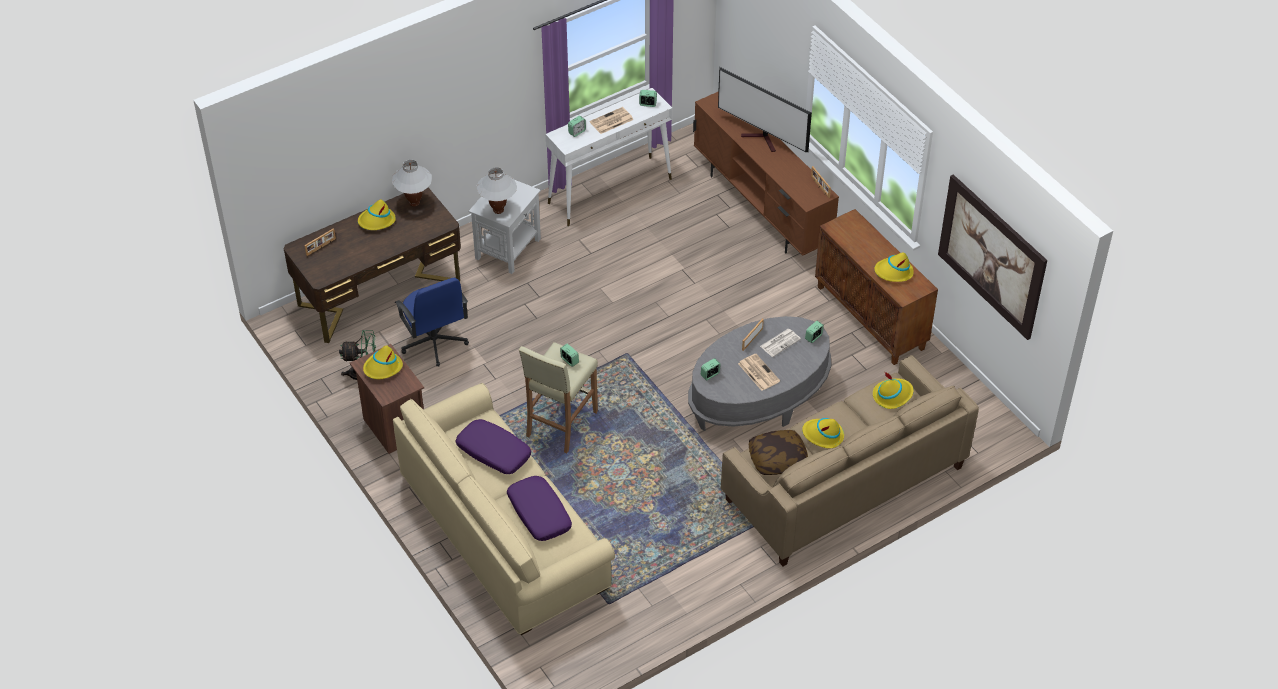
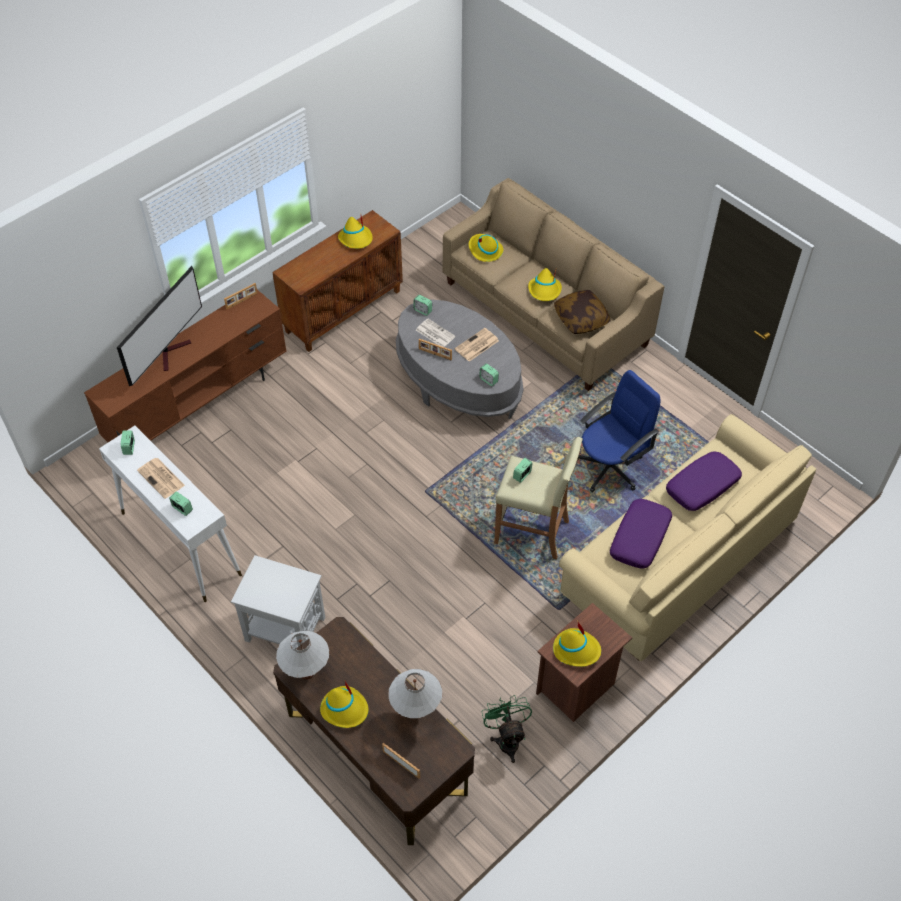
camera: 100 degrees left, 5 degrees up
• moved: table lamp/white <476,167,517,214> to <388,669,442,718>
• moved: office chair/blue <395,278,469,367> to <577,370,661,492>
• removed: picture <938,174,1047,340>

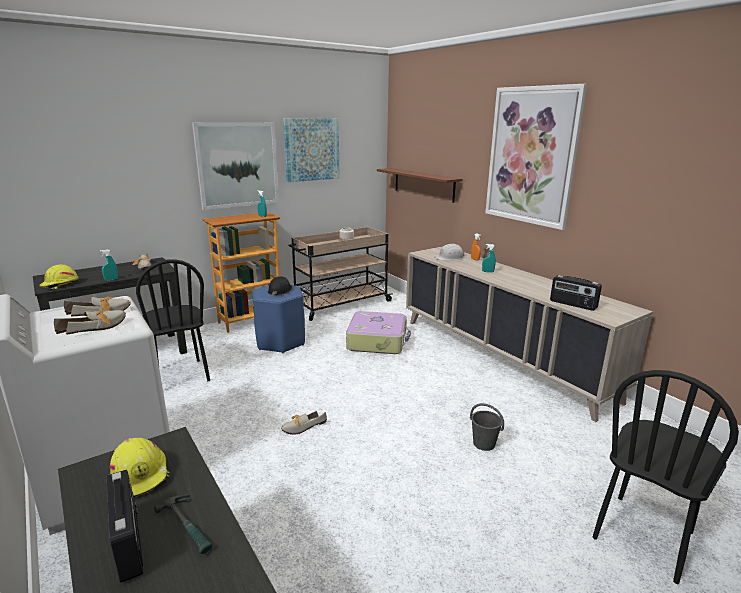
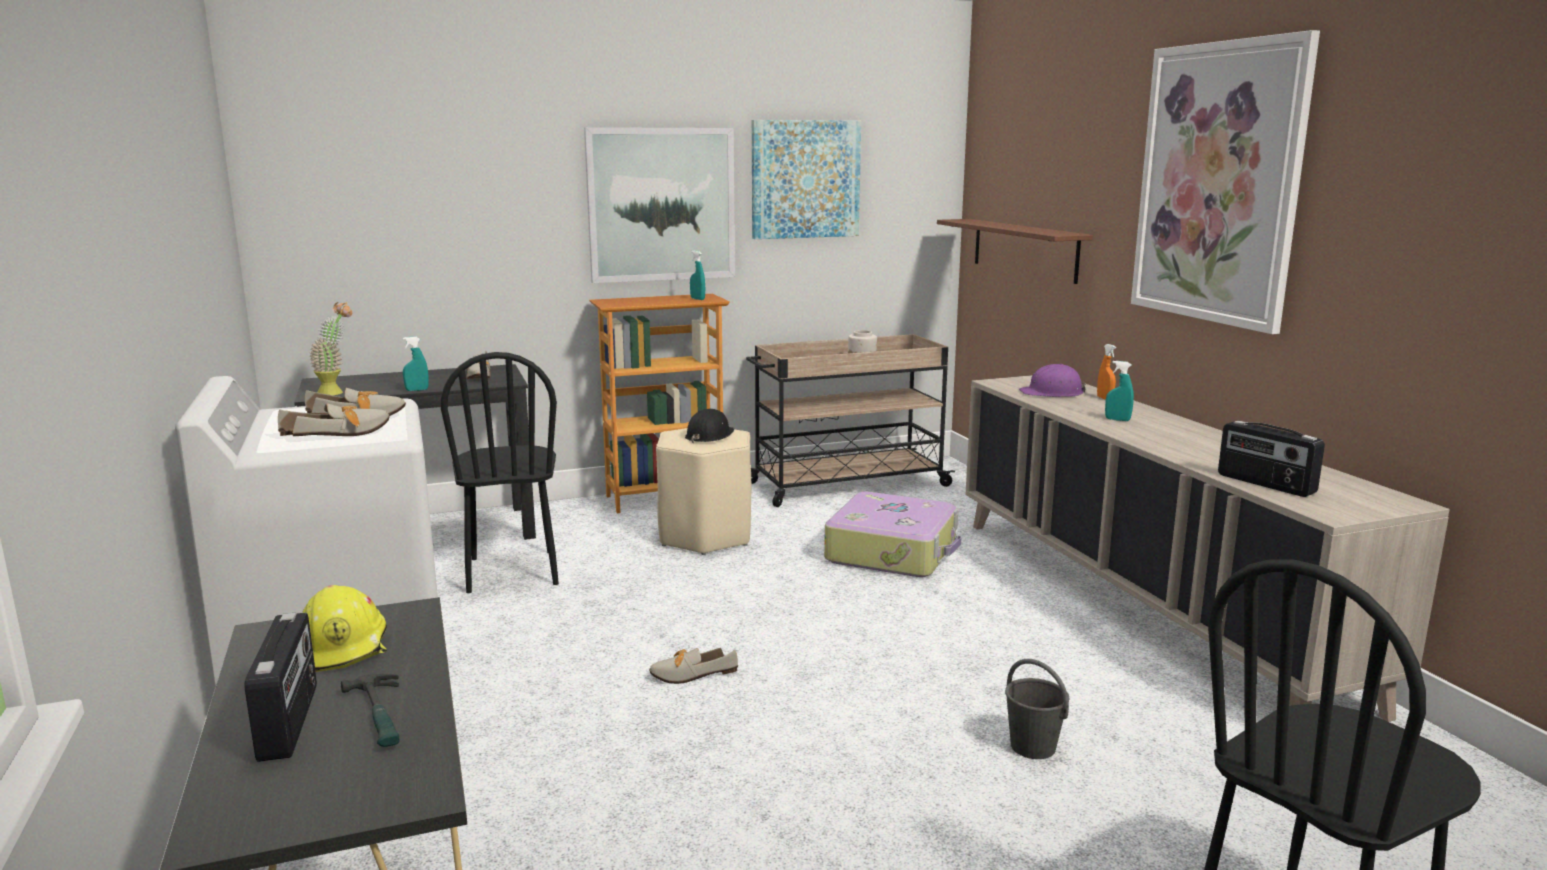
camera: 15 degrees right, 5 degrees down
• replaced: hard hat/yellow <39,264,79,289> to potted plant <310,302,352,395>
• recoloured: stool/blue <252,285,305,353> to stool/beige <656,428,751,555>
• recoloured: hard hat/white <434,243,464,260> to hard hat/purple <1019,364,1086,397>

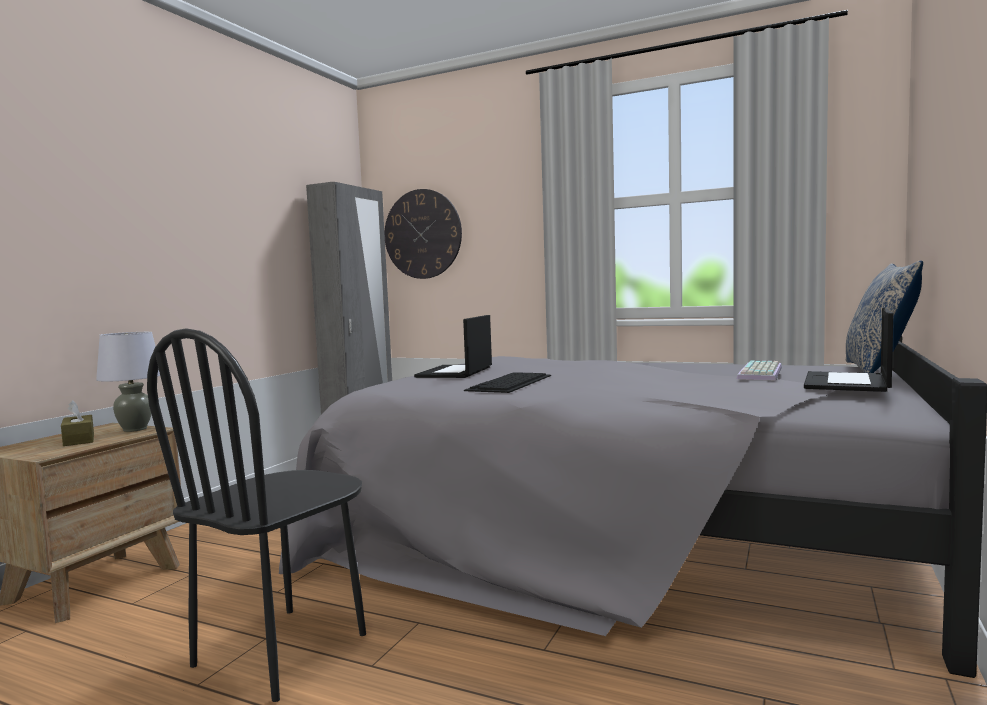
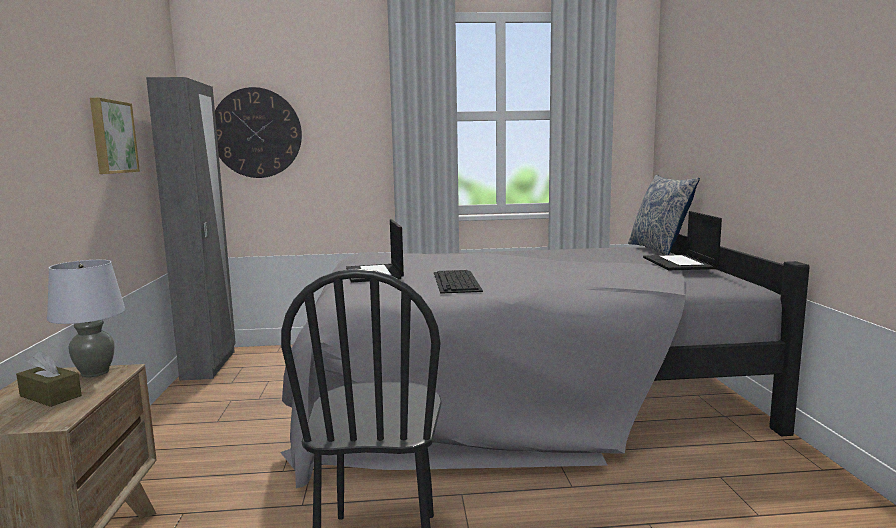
camera: 30 degrees left, 5 degrees up
• added: picture <90,98,140,174>
• removed: keyboard <737,361,782,381>

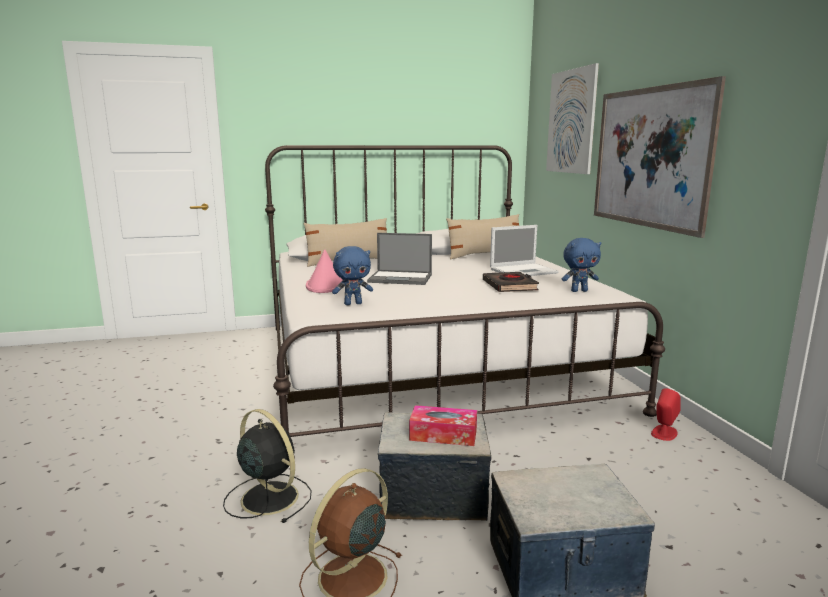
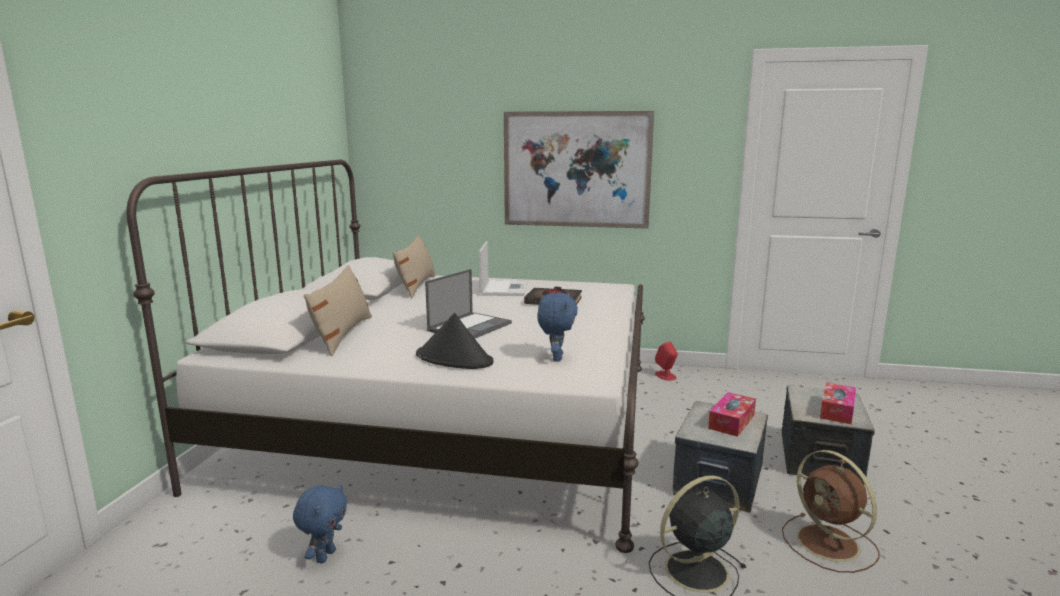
camera: 65 degrees left, 0 degrees up
• moved: plush toy/blue <562,238,601,292> to <293,484,347,563>
• recoloured: hat/pink <306,250,343,293> to hat/black <416,313,494,369>
• added: tissue box <820,382,856,424>
• removed: picture <546,63,599,174>

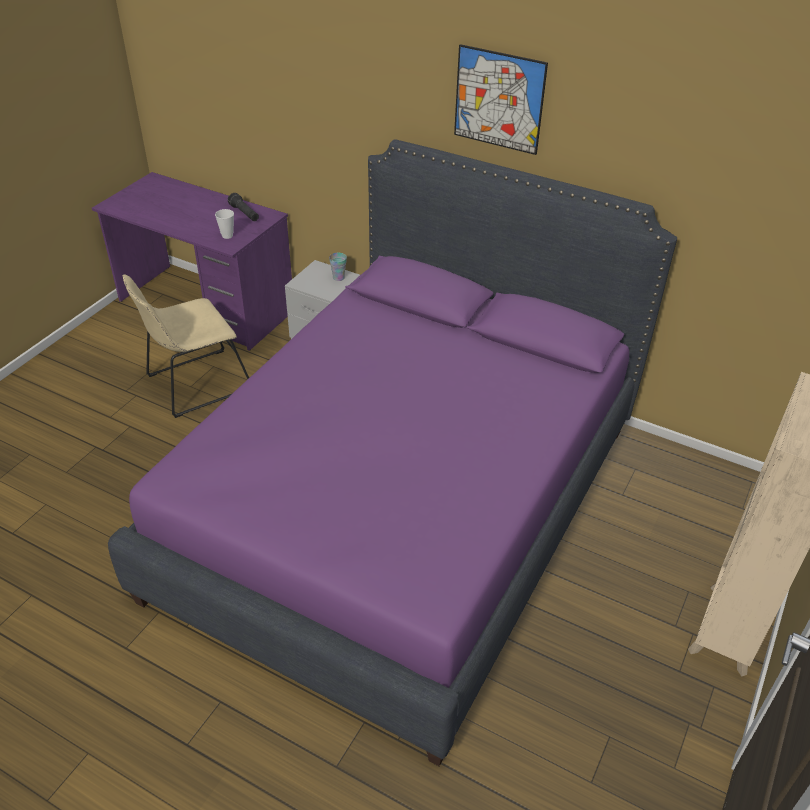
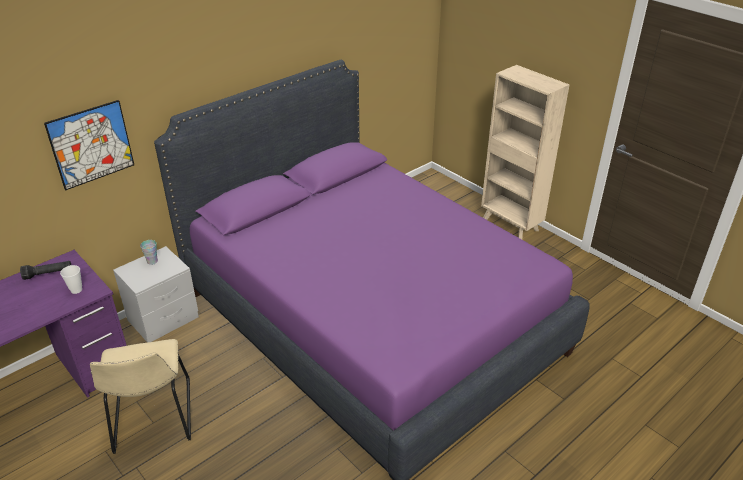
camera: 70 degrees left, 5 degrees down
• moved: picture <454,44,548,155> to <44,100,134,191>

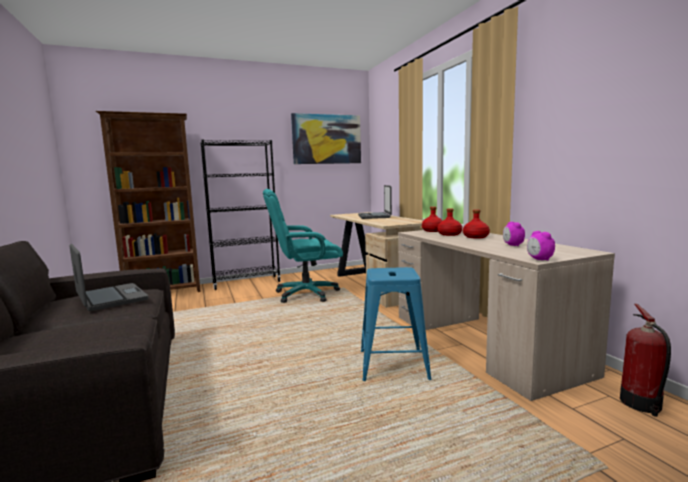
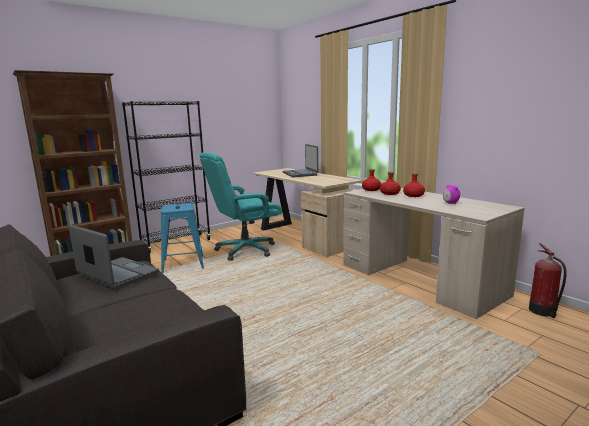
camera: 15 degrees left, 5 degrees up
• moved: stool/blue <361,267,431,381> to <161,203,204,273>
• removed: picture <291,113,361,164>
• removed: alarm clock <527,231,555,261>

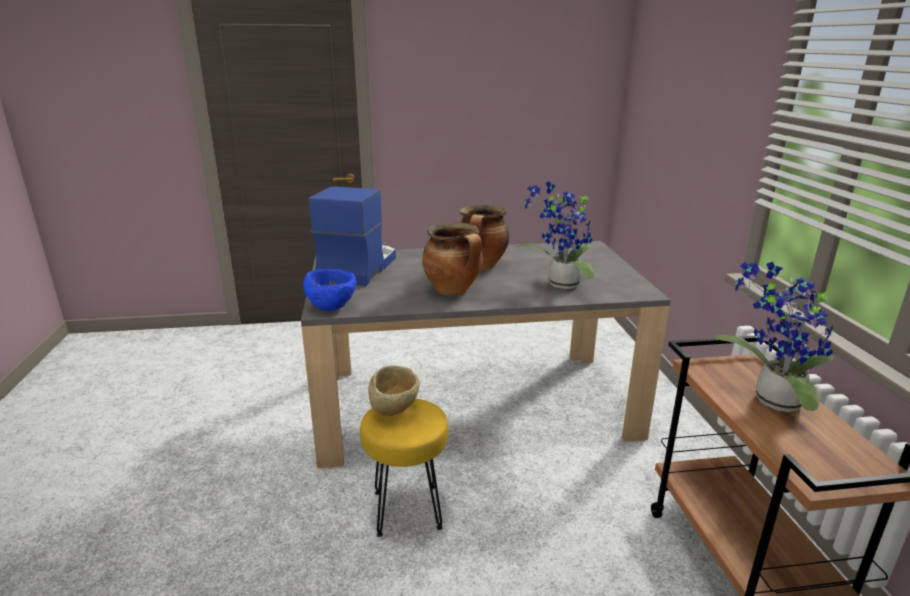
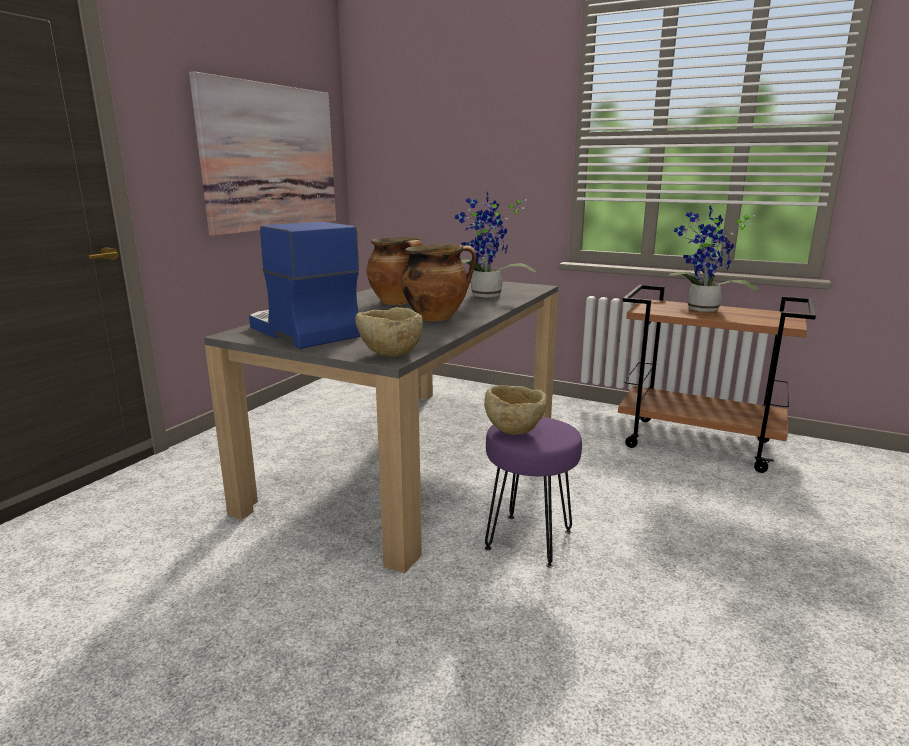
camera: 55 degrees left, 5 degrees down
• added: picture <189,71,336,236>
• recoloured: bowl/blue <303,269,356,311> to bowl/beige <355,307,423,357>
• recoloured: stool/yellow <360,399,449,537> to stool/purple <485,417,582,568>

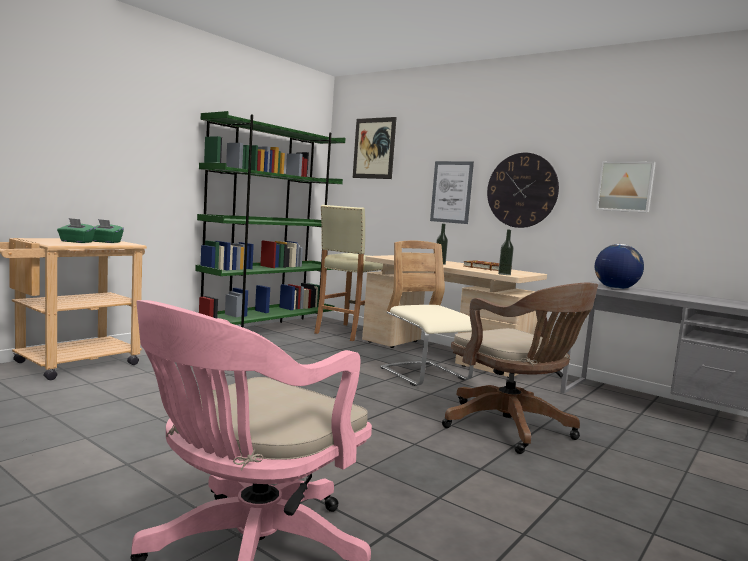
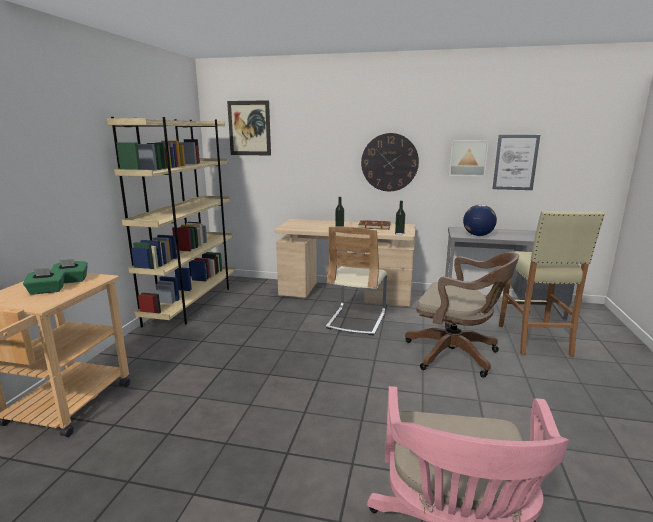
camera: 25 degrees left, 10 degrees up
• recoloured: bookcase/green <195,111,345,328> to bookcase/beige <107,117,235,328>
• turned: chair/beige <380,240,474,386> = <326,227,387,335> 105 degrees counterclockwise
• moved: picture <430,161,474,224> to <493,135,540,190>
• moved: stool/beige <314,205,383,341> to <499,211,605,357>

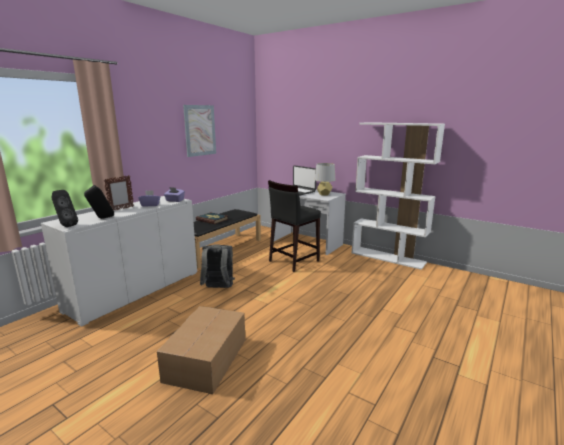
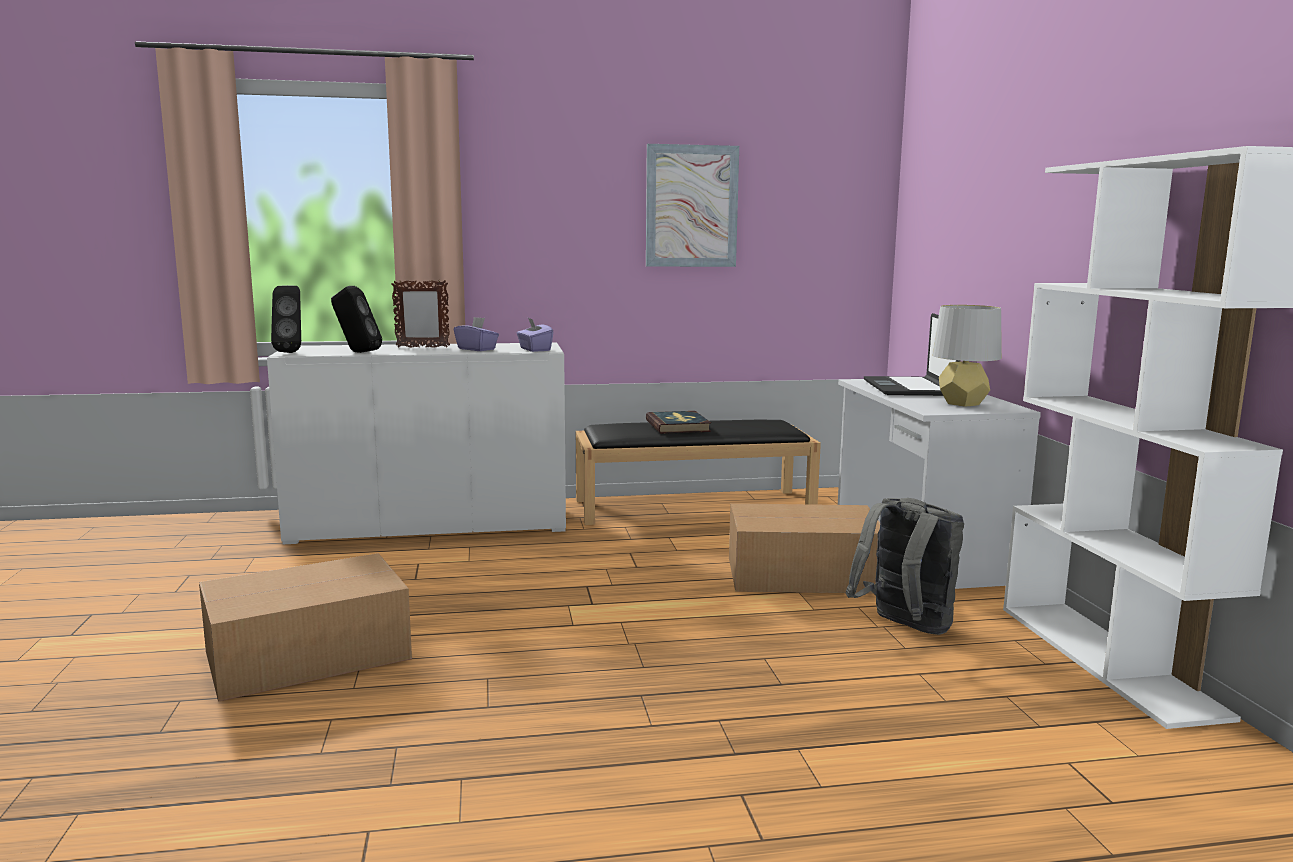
camera: 45 degrees right, 5 degrees down
• replaced: stool/black <268,180,321,272> to cardboard box <729,503,880,594>
• moved: backpack/grey <200,244,235,288> to <846,498,964,635>

